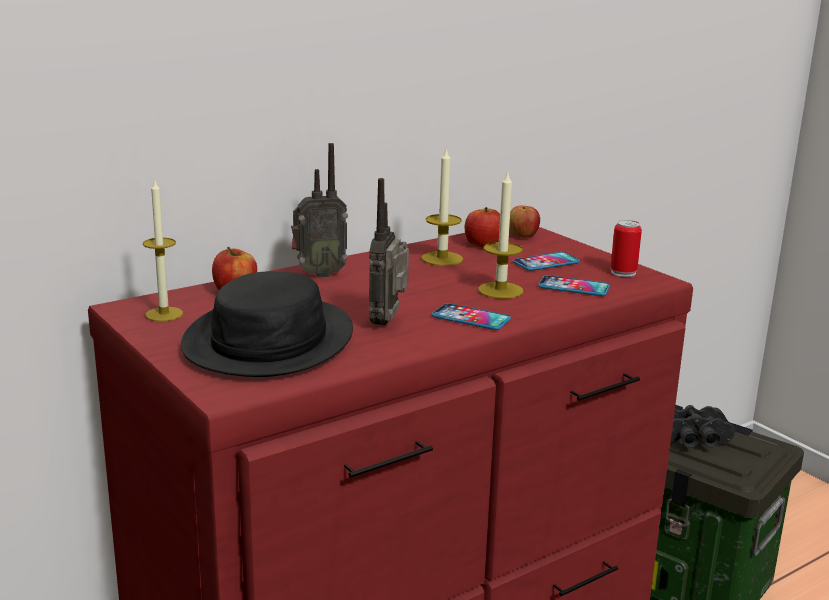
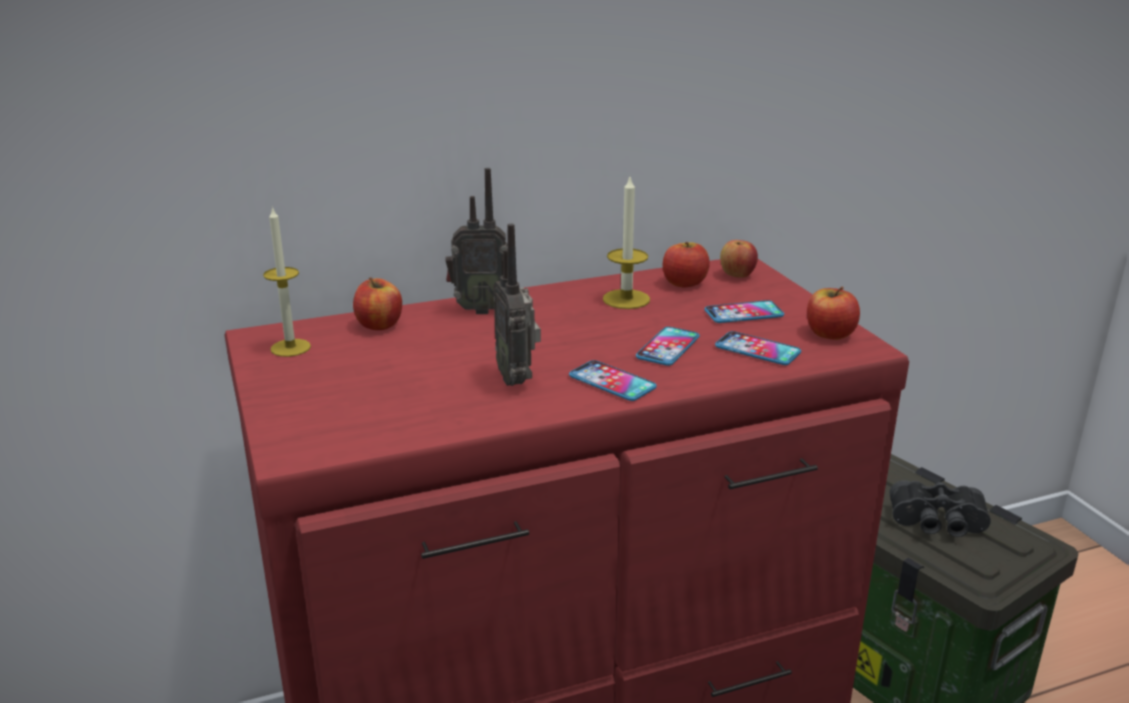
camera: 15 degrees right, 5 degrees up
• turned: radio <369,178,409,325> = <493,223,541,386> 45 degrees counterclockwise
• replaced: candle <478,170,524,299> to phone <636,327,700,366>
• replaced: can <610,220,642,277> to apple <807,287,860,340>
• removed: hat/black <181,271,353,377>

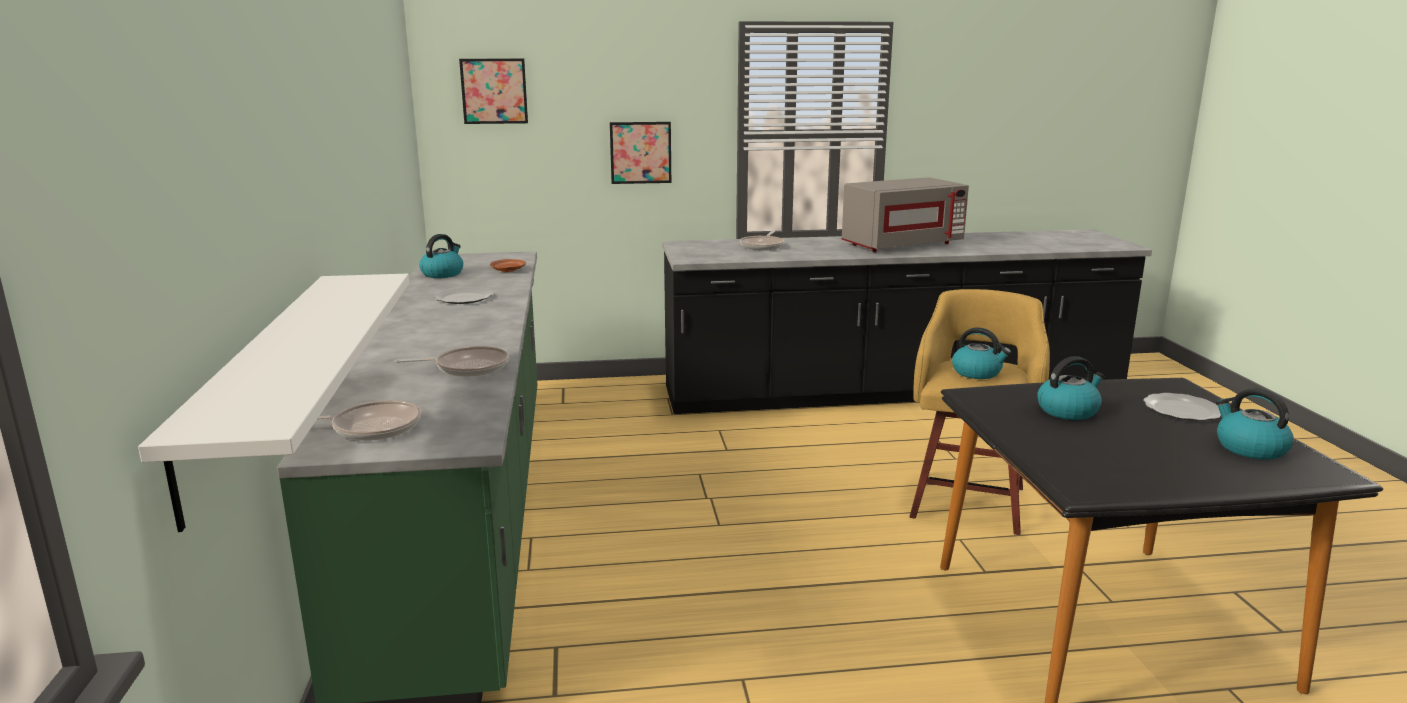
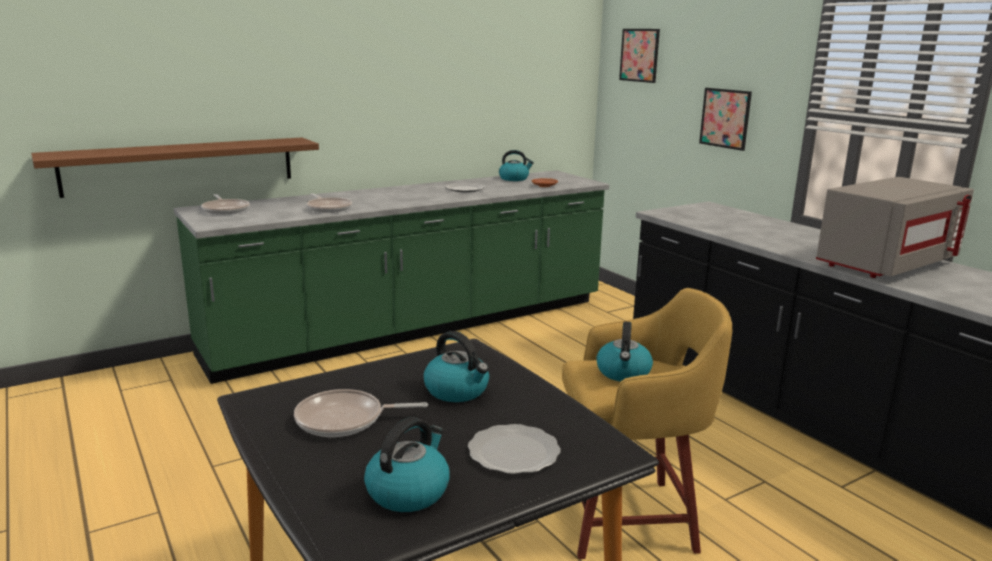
camera: 65 degrees right, 0 degrees up
• recoloured: shelf/white <138,274,409,532> to shelf/brown <31,138,319,198>
• moved: frying pan <740,231,784,250> to <294,389,428,437>
• turned: microwave/grey <842,177,969,252> = <816,177,974,278> 75 degrees counterclockwise

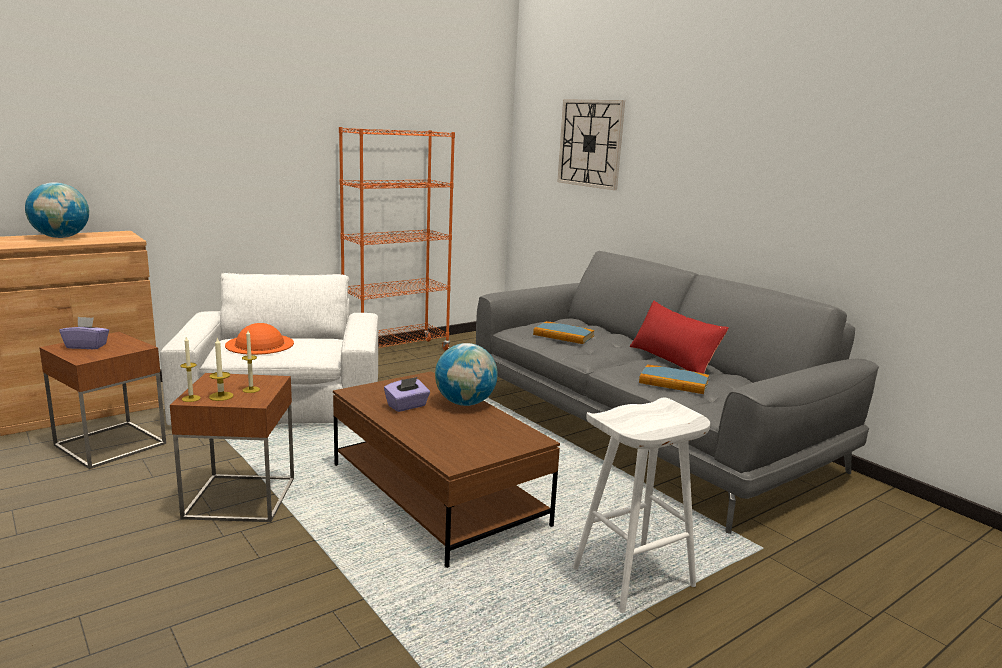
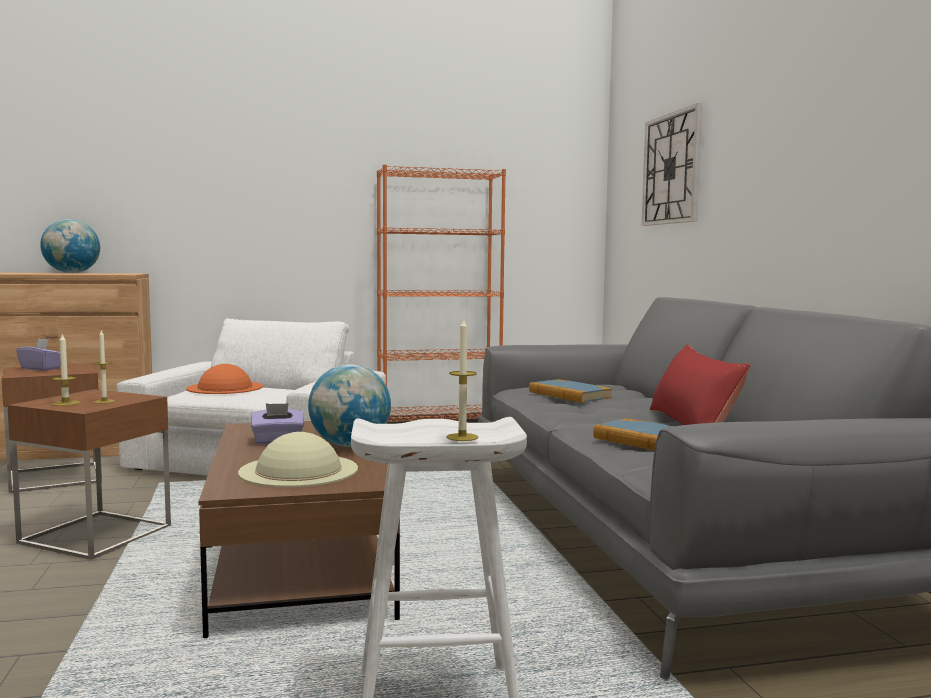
camera: 25 degrees right, 10 degrees down
• added: hat/beige <238,432,358,488>
• moved: candle <180,337,201,402> to <446,317,478,441>

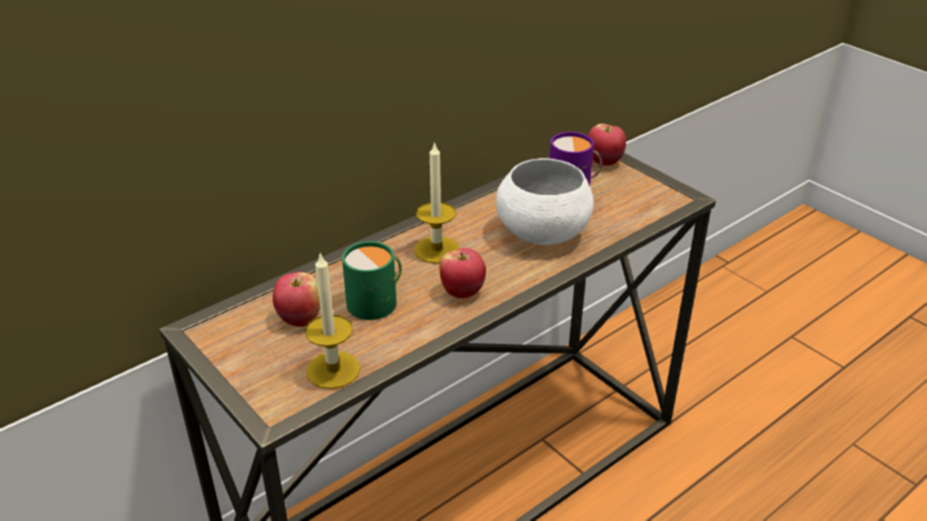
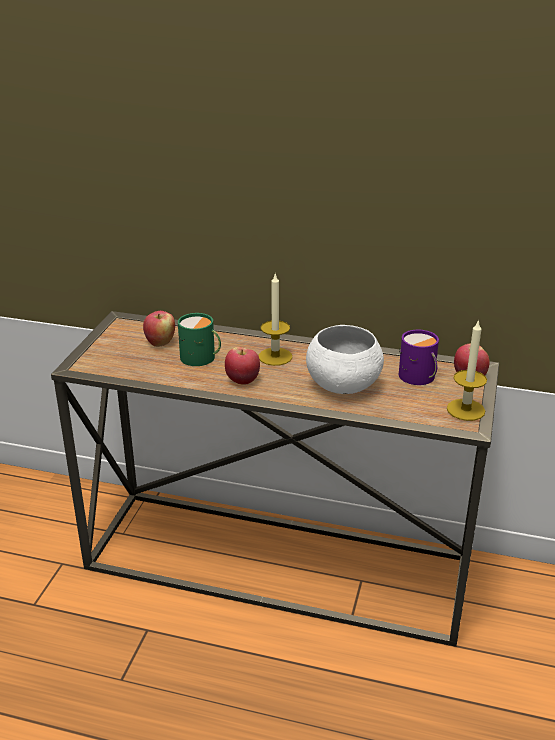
camera: 55 degrees right, 5 degrees down
• moved: candle <305,252,360,389> to <447,319,487,421>

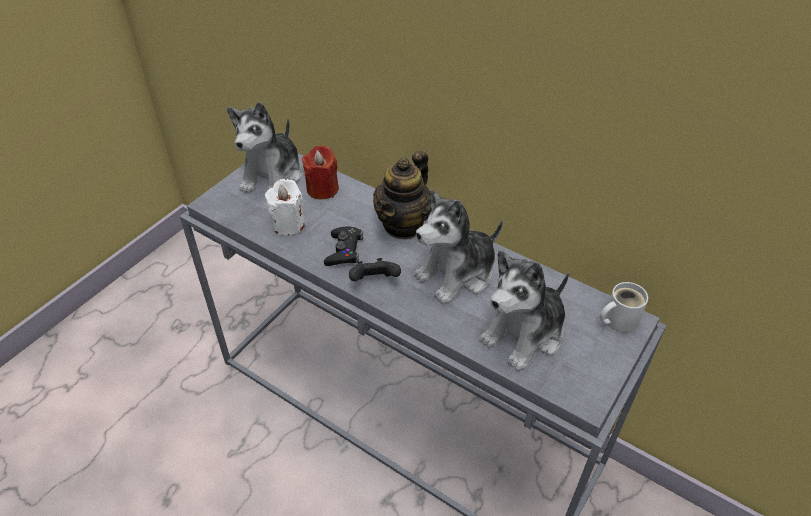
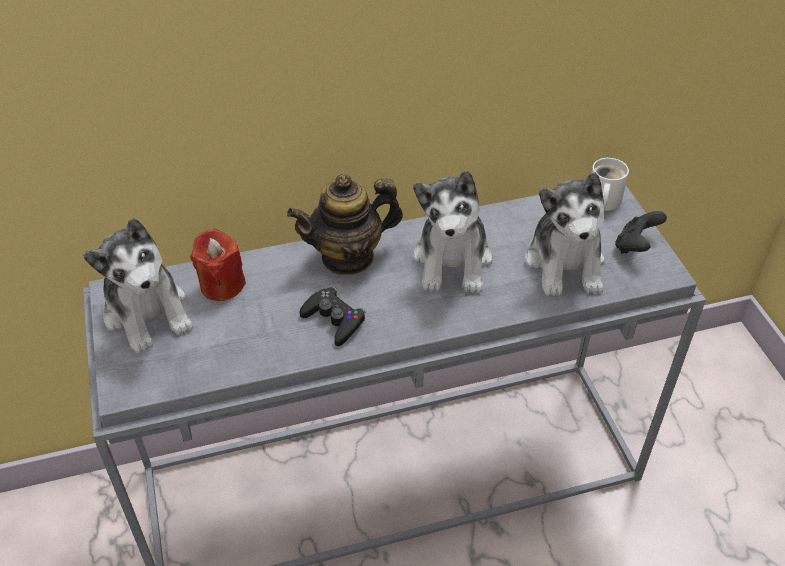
camera: 50 degrees left, 0 degrees up
• turned: teapot <373,151,430,239> = <287,174,403,275> 90 degrees clockwise
• moved: game controller/black <349,258,401,281> to <615,211,667,254>
• removed: candle/white <265,179,305,236>

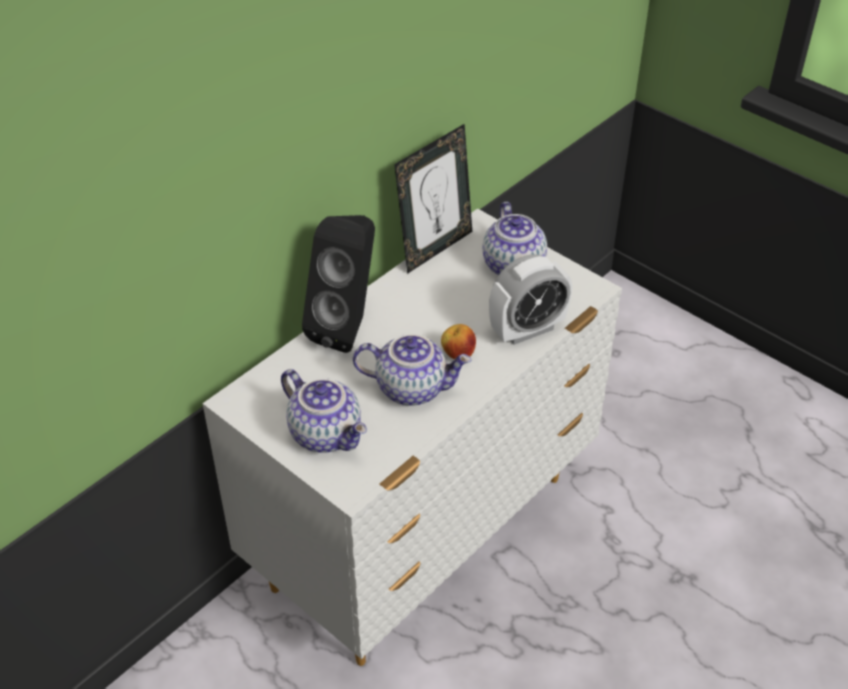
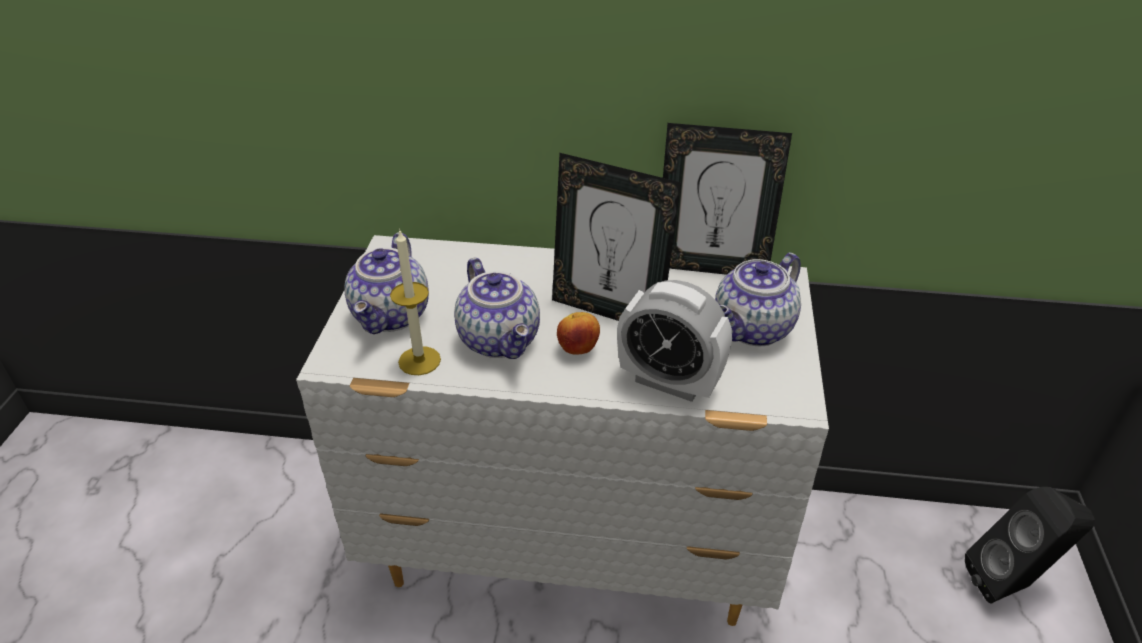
camera: 55 degrees right, 5 degrees down
• added: candle <390,229,441,375>
• added: picture frame <552,153,681,321>
• moved: speaker/black <302,215,375,353> to <965,487,1095,604>

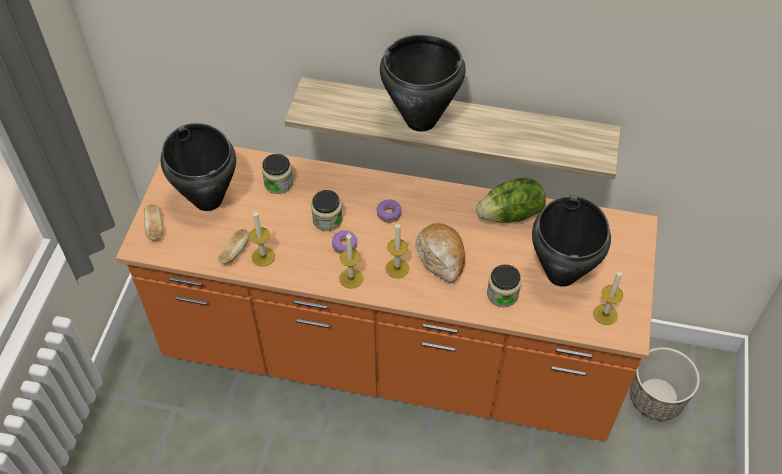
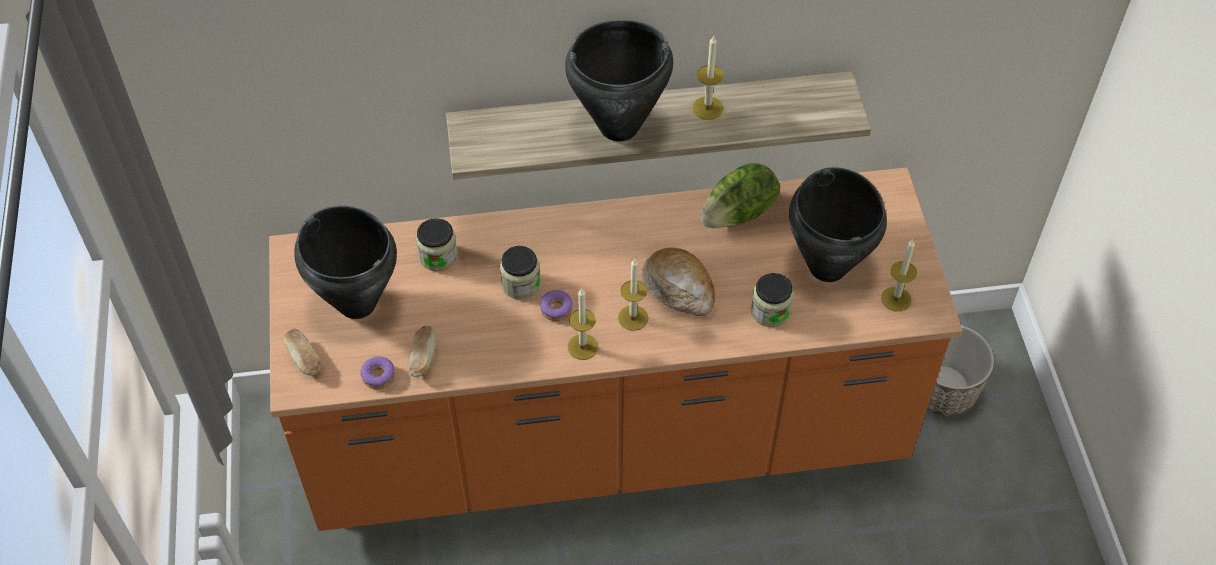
camera: 20 degrees left, 0 degrees up
• moved: donut <377,200,402,223> to <360,356,395,389>
• moved: candle <249,211,275,267> to <692,35,724,120>

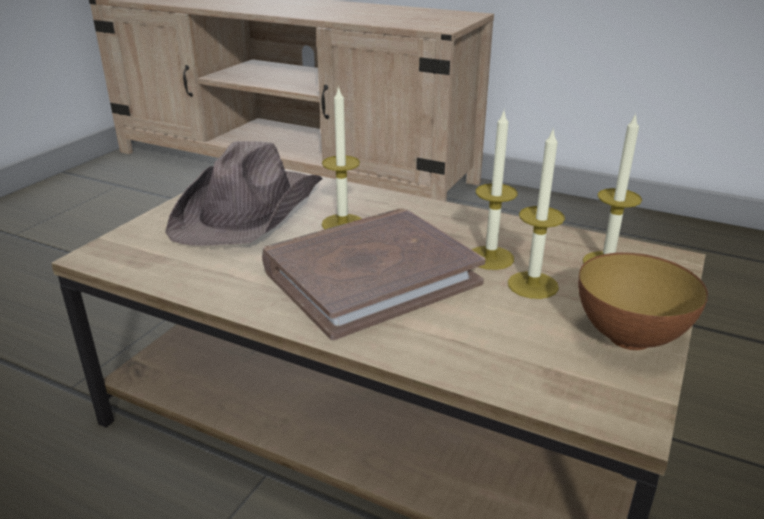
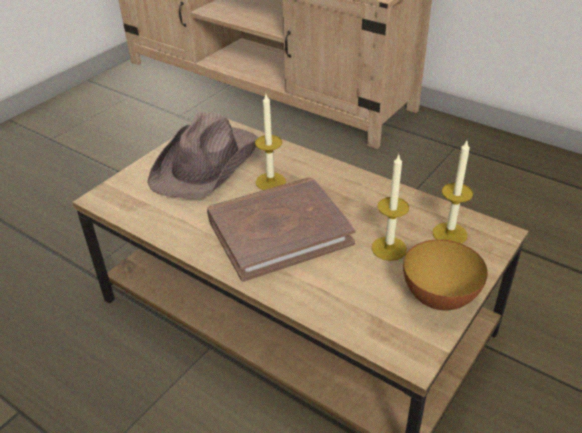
camera: 10 degrees right, 10 degrees up
• removed: candle <471,111,518,270>

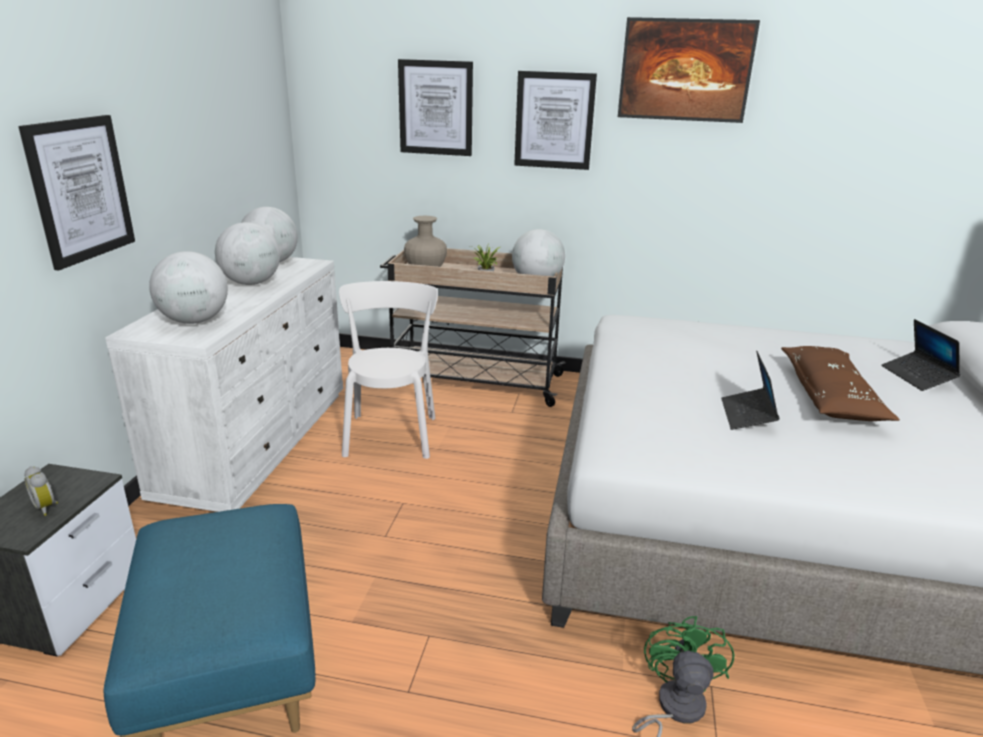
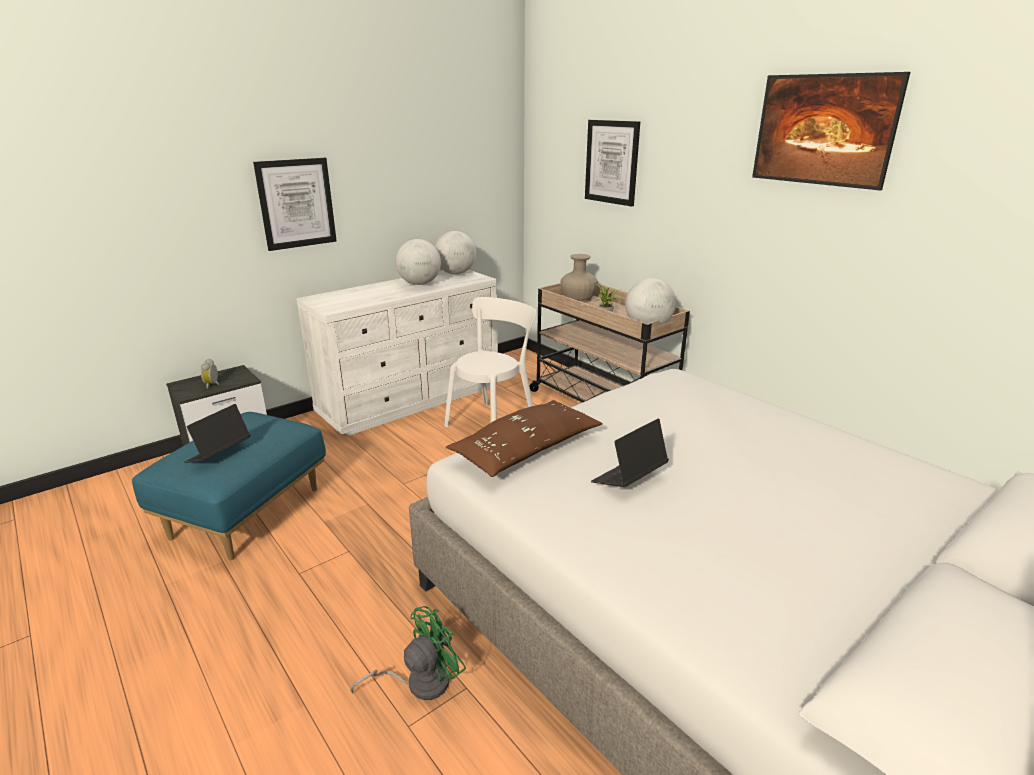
camera: 40 degrees right, 0 degrees up
• moved: laptop <881,319,961,391> to <184,404,250,463>
• moved: pillow/brown <781,346,900,421> to <446,400,603,477>
• removed: globe <149,251,228,324>
• removed: picture <514,71,597,170>

